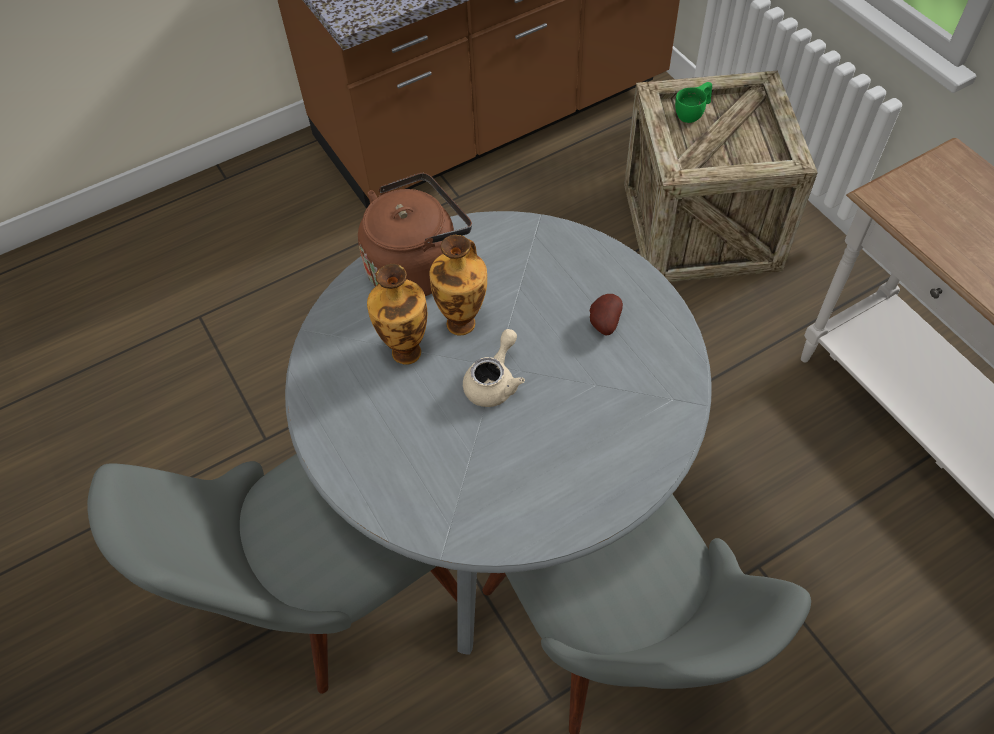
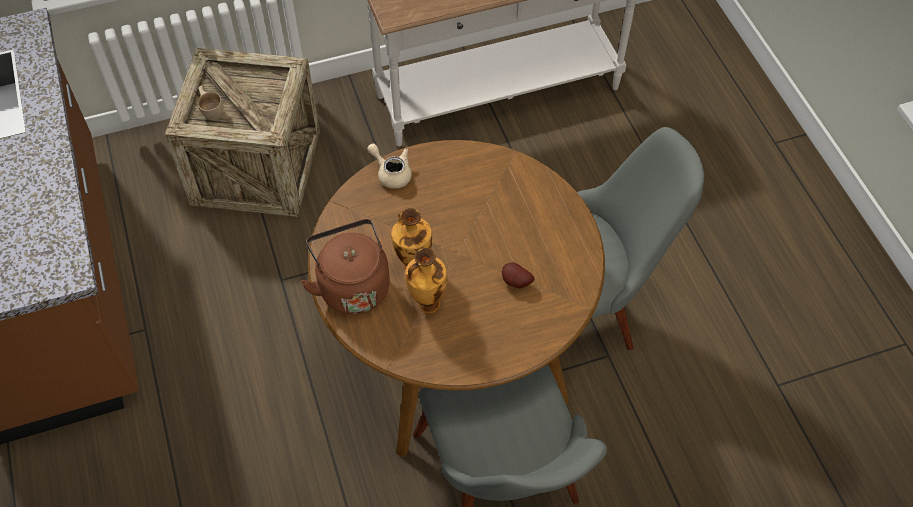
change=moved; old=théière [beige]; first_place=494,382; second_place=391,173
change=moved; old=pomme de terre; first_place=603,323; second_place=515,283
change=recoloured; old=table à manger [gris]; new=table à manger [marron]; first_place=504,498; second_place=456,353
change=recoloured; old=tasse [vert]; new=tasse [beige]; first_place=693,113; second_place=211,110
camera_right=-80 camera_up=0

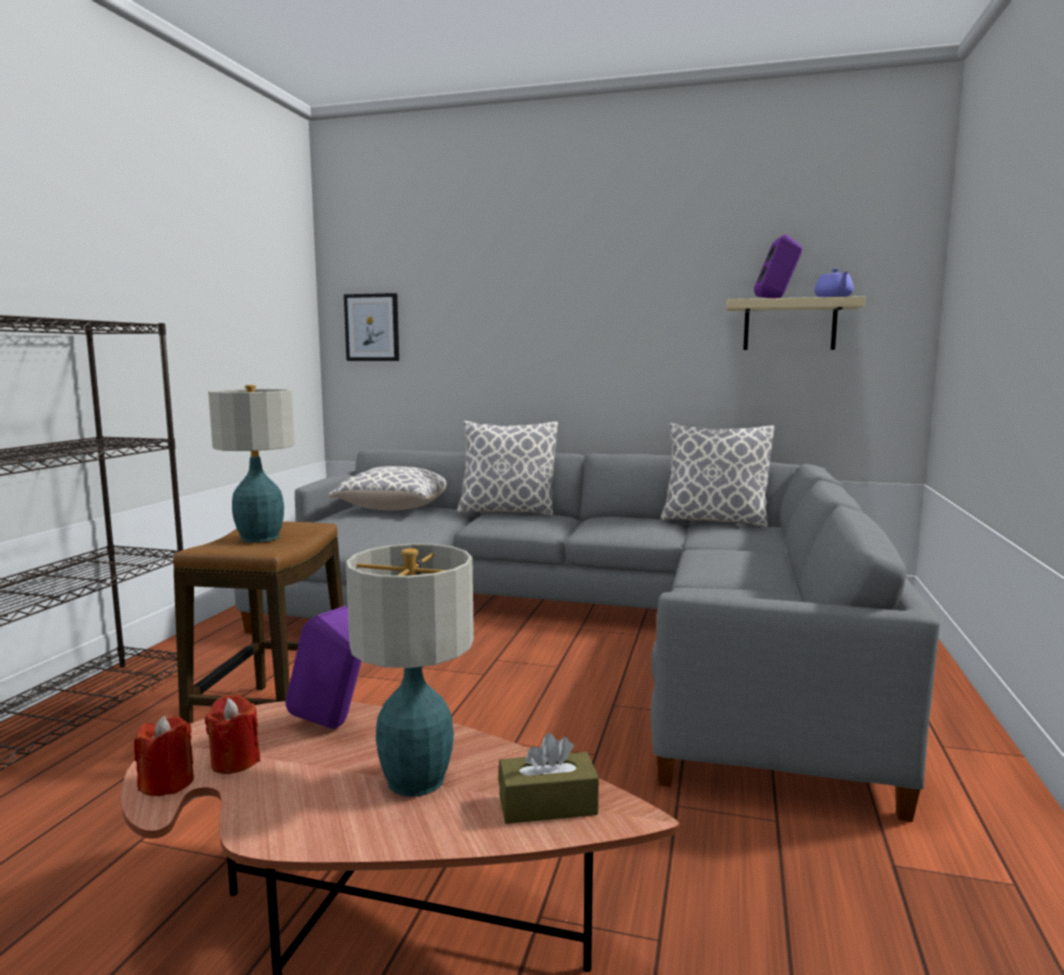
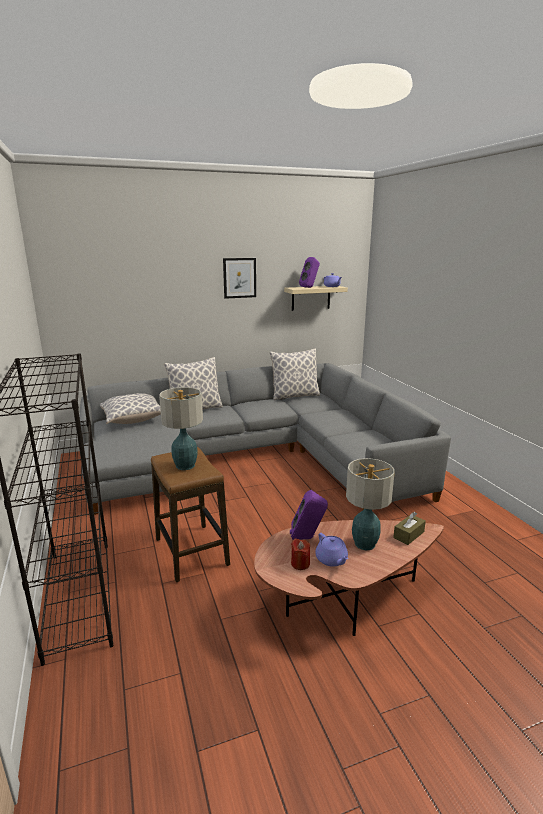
change=removed; old=bougie [rouge]; first_place=167,783
change=added; new=théière [violet]; second_place=331,560
change=moved; old=tableau; first_place=372,327; second_place=239,278
camera_right=-35 camera_up=10

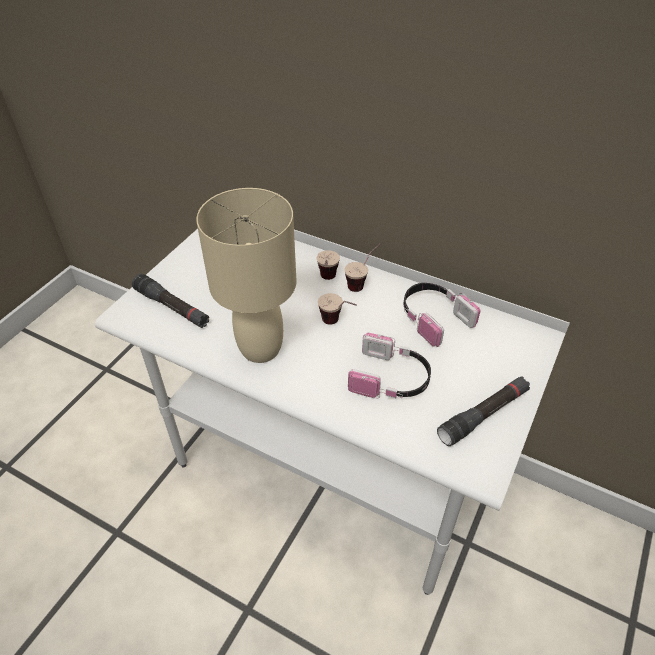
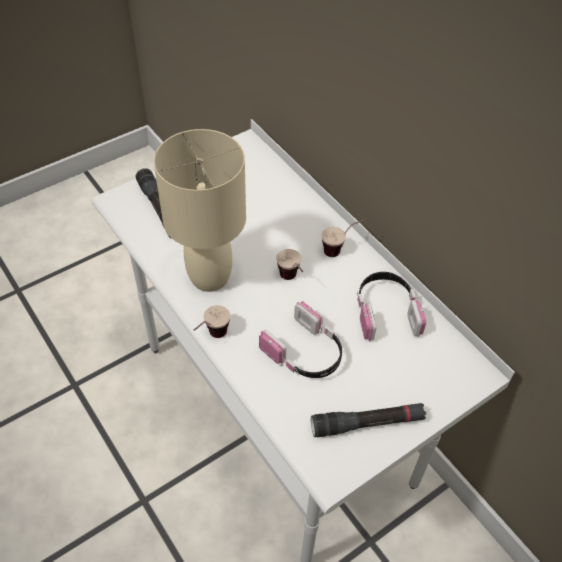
change=moved; old=tasse; first_place=327,281; second_place=211,338
camera_right=25 camera_up=5

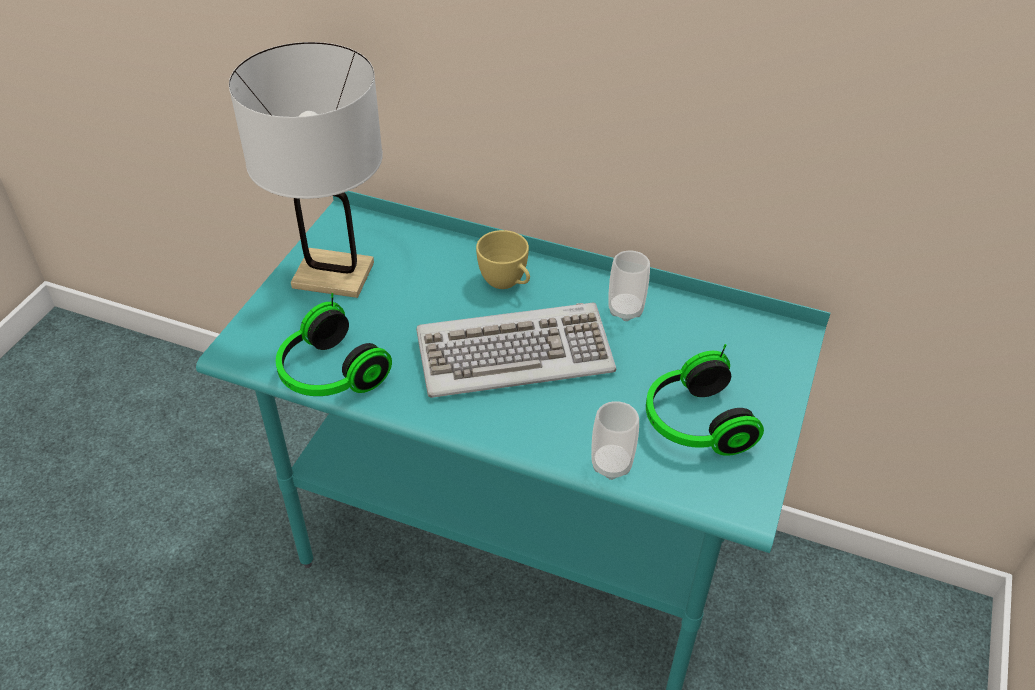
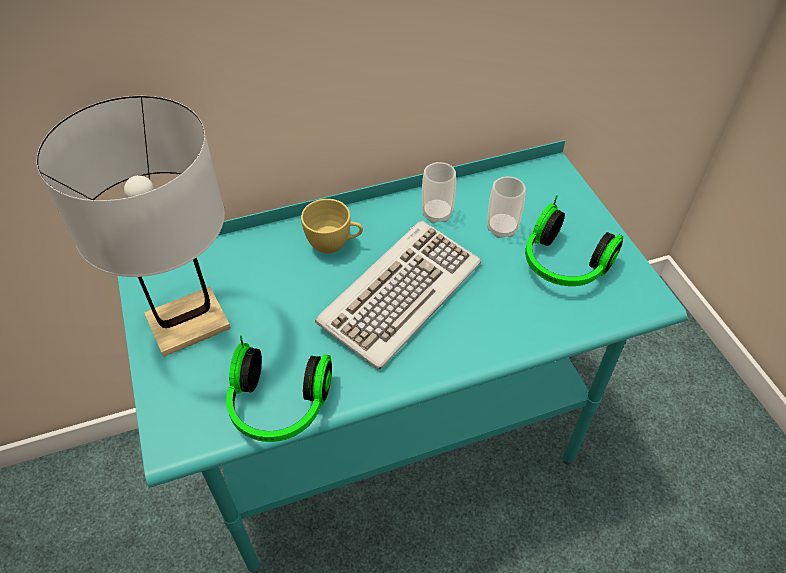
change=moved; old=tasse; first_place=611,465; second_place=502,229
camera_right=-40 camera_up=5

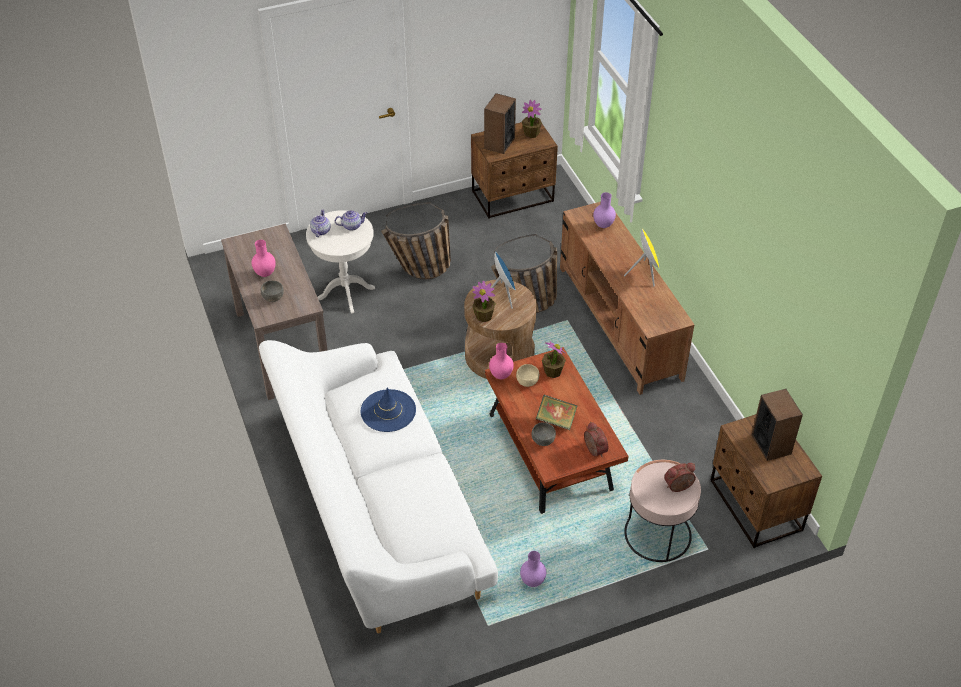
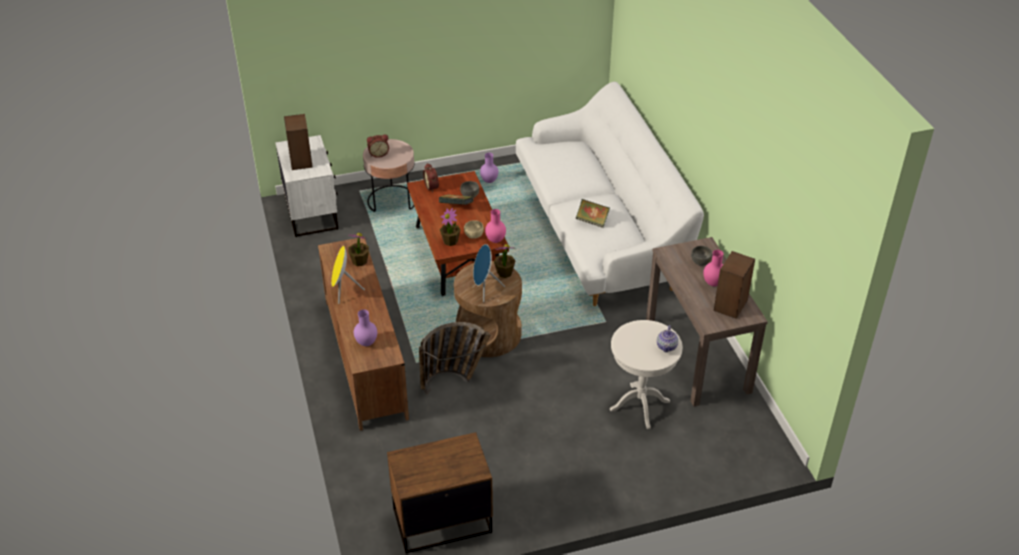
change=removed; old=théière; first_place=351,226
change=removed; old=panier; first_place=419,272
change=moved; old=enceinte; first_place=499,143; second_place=731,305
change=moved; old=plante en pot; first_place=531,133; second_place=359,261
change=replaced; old=chapeau [bleu]; new=livre; first_place=388,411; second_place=592,221
change=recoloured; old=table de chevet [marron]; new=table de chevet [blanc]; first_place=755,506; second_place=312,212
camera_right=-175 camera_up=-5

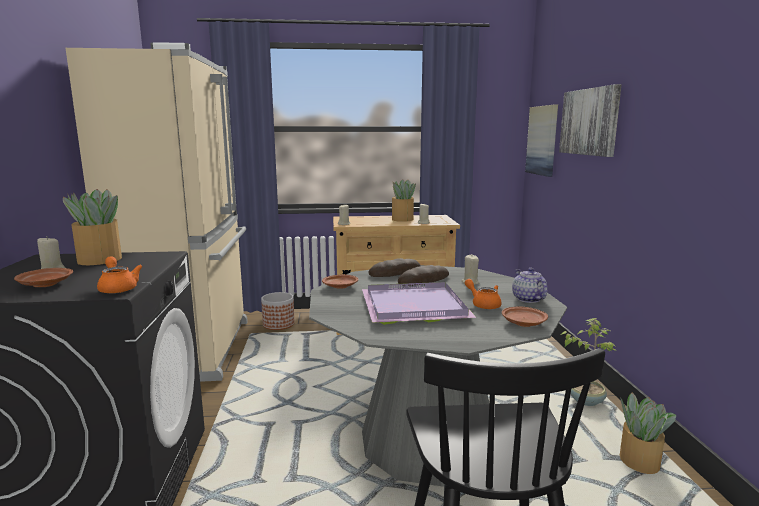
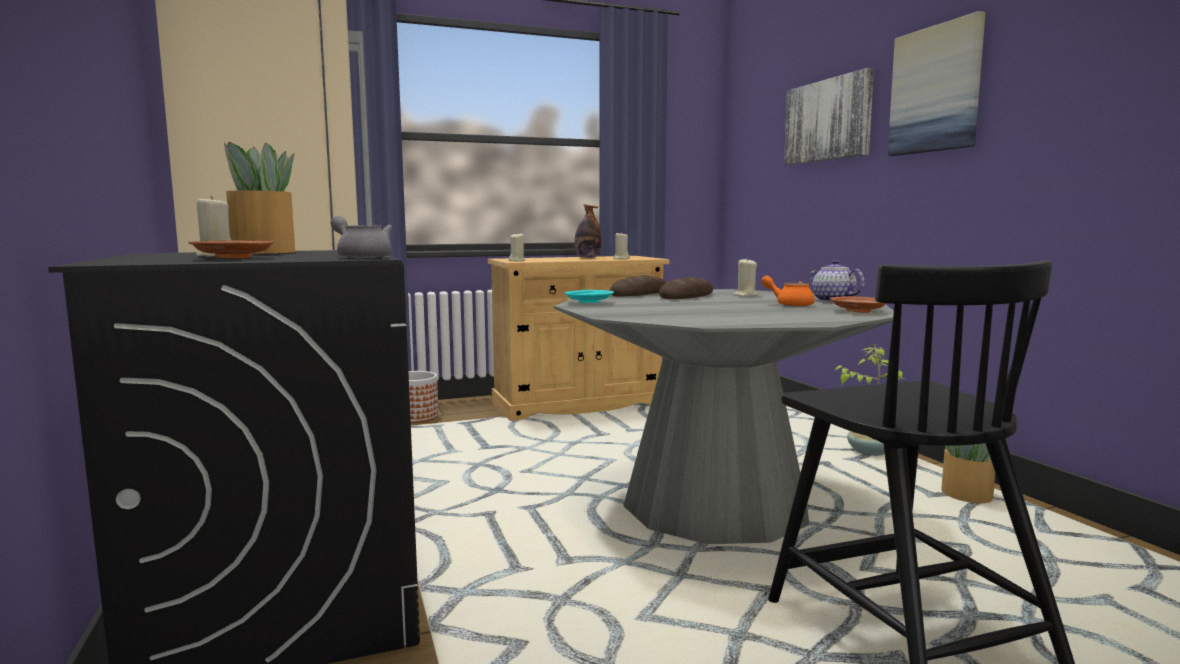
change=removed; old=plateau [violet]; first_place=413,307
change=moved; old=tableau; first_place=542,140; second_place=936,89
change=replaced; old=plante en pot; new=bouteille; first_place=402,219; second_place=587,258
change=recoloured; old=théière [orange]; new=théière [gris]; first_place=118,288; second_place=361,257
change=recoloured; old=assiette [marron]; new=assiette [turquoise]; first_place=340,286; second_place=589,302
camera_right=-15 camera_up=-5

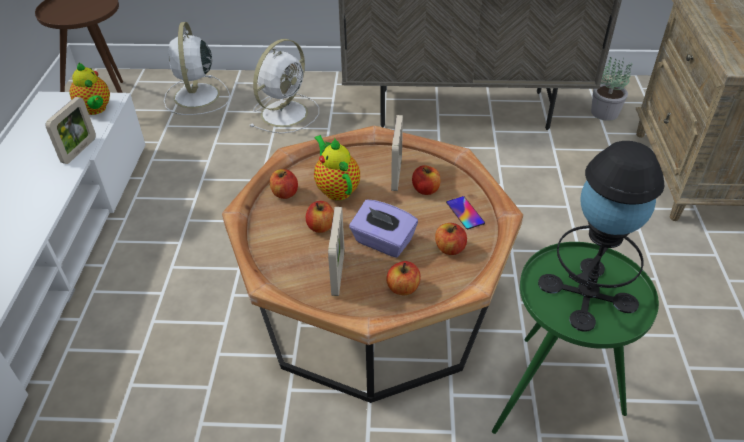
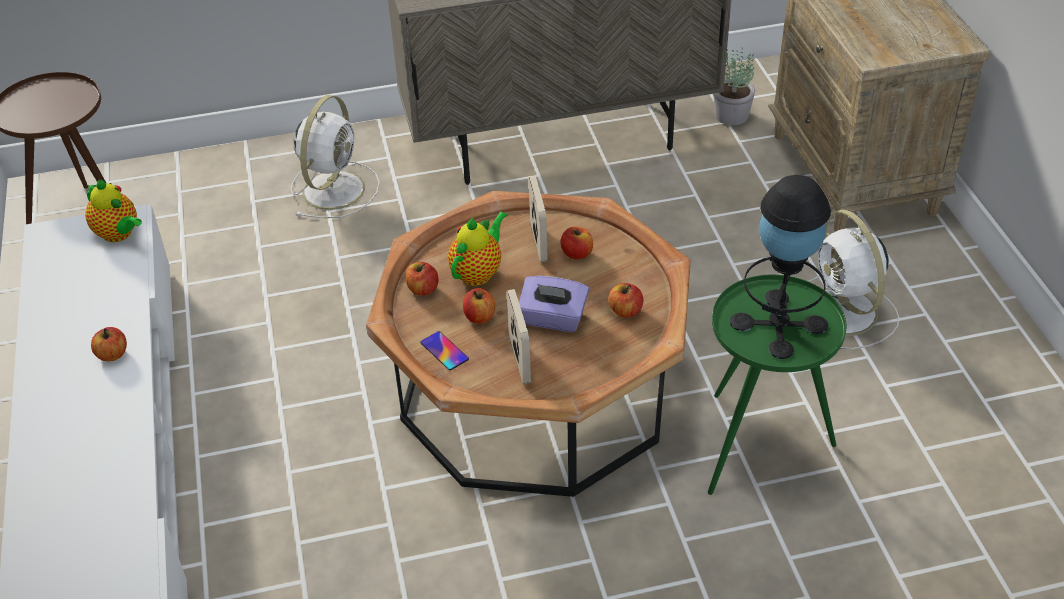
change=removed; old=cadre photo; first_place=79,150
change=moved; old=ventilateur [blanc]; first_place=196,97; second_place=843,314
change=moved; old=pomme; first_place=403,288; second_place=112,354
change=moved; old=téléphone; first_place=465,213; second_place=444,351
change=turned; old=théière; first_place=336,189; second_place=478,272; degrees=75
camera_right=-15 camera_up=0

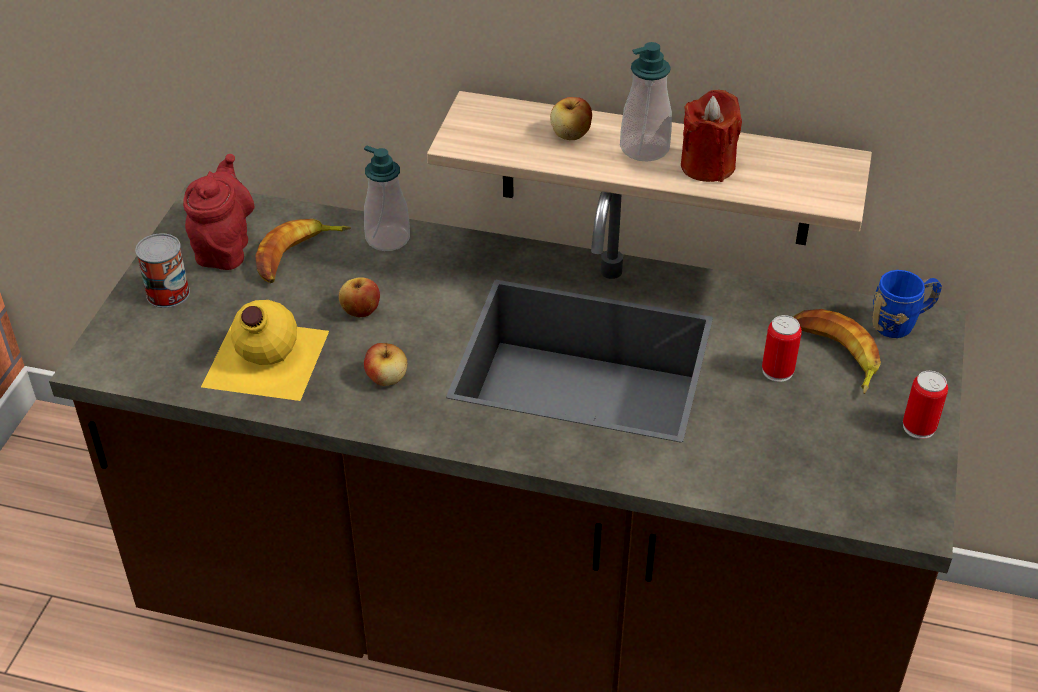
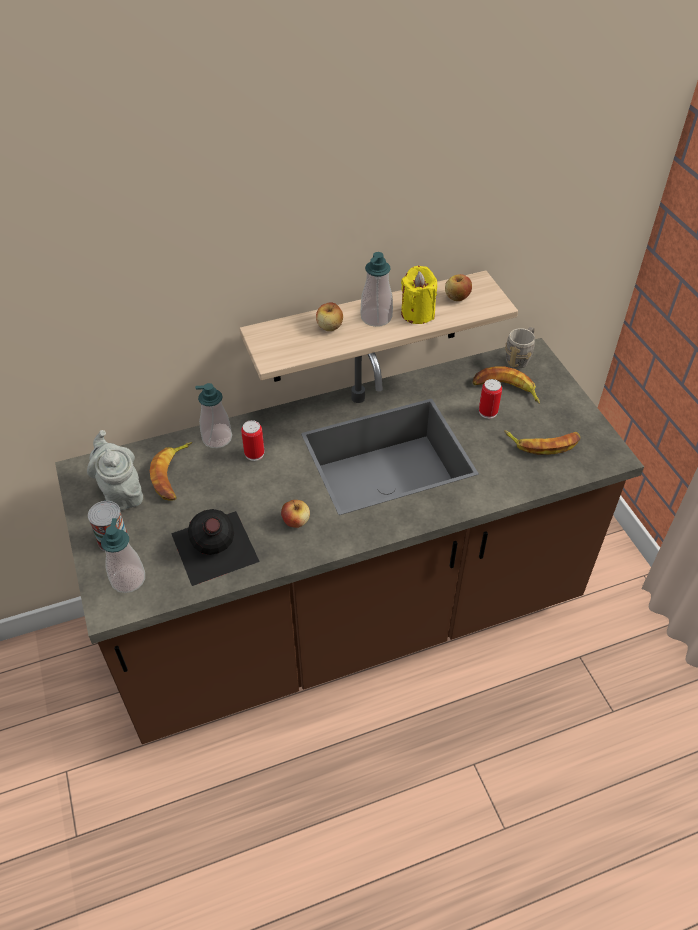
change=added; new=distributeur de savon; second_place=128,579
change=added; new=banane; second_place=543,443
change=moved; old=pomme; first_place=360,311; second_place=457,297
change=moved; old=boîte métallique; first_place=919,427; second_place=254,453
change=recoloured; old=théière [rouge]; new=théière [gris]; first_place=224,248; second_place=121,492
change=recoloured; old=bouteille [jaune]; new=bouteille [noir]; first_place=264,359; second_place=214,548
change=recoloured; old=bougie [rouge]; new=bougie [jaune]; first_place=707,166; second_place=417,313
change=recoloured; old=mug [bleu]; new=mug [gris]; first_place=901,323; second_place=519,358
camera_right=-35 camera_up=5

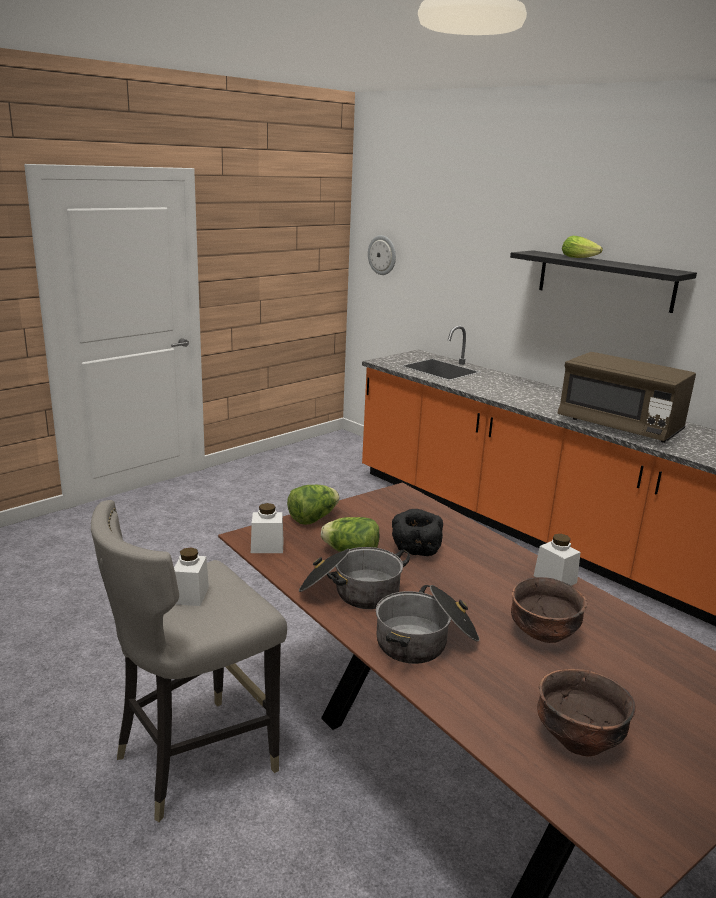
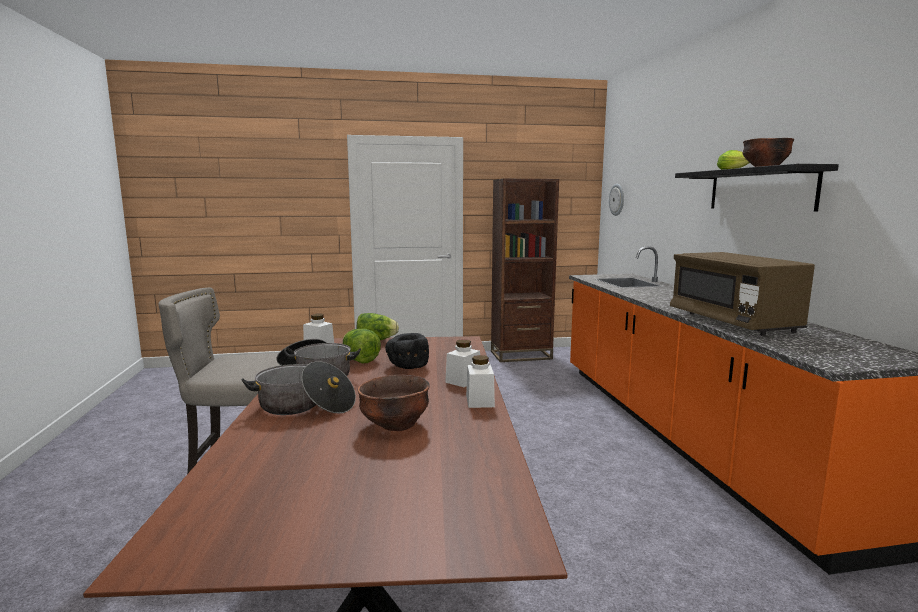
change=added; new=bibliothèque [marron]; second_place=521,355
change=moved; old=bocal [blanc]; first_place=191,595; second_place=463,381
change=moved; old=bol [marron]; first_place=578,740; second_place=764,167
camera_right=35 camera_up=-10

